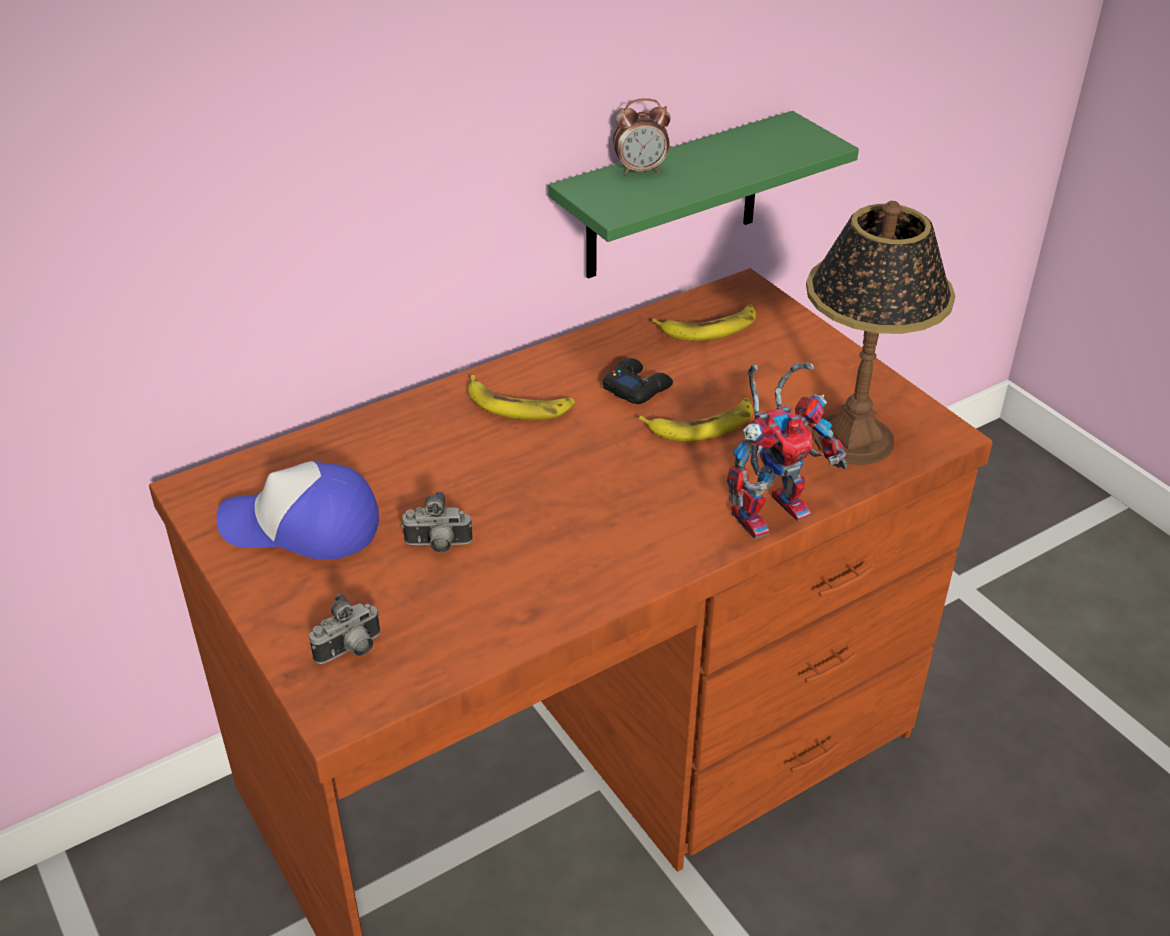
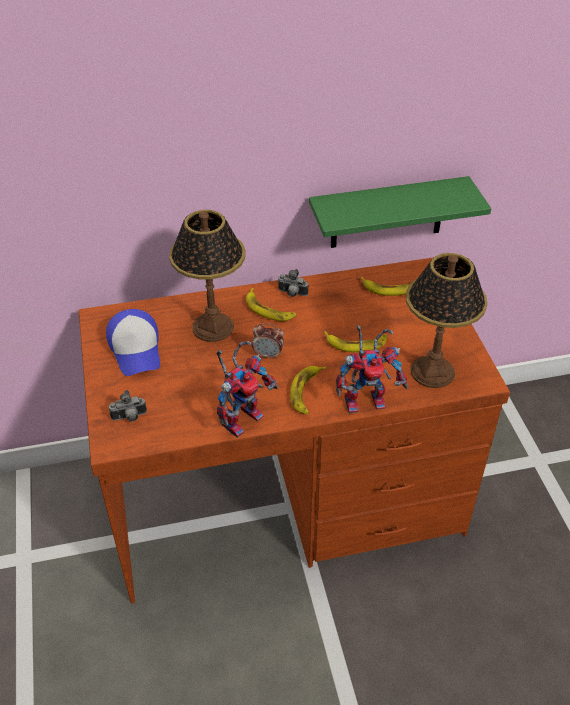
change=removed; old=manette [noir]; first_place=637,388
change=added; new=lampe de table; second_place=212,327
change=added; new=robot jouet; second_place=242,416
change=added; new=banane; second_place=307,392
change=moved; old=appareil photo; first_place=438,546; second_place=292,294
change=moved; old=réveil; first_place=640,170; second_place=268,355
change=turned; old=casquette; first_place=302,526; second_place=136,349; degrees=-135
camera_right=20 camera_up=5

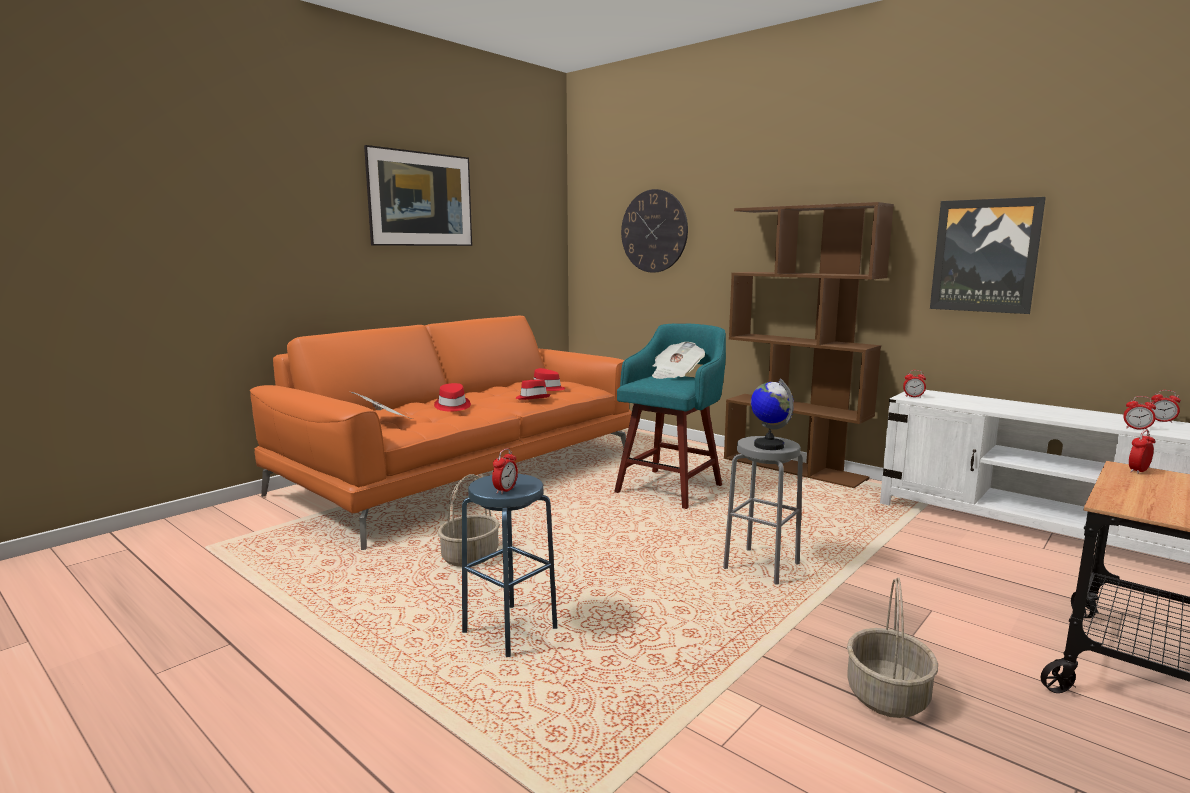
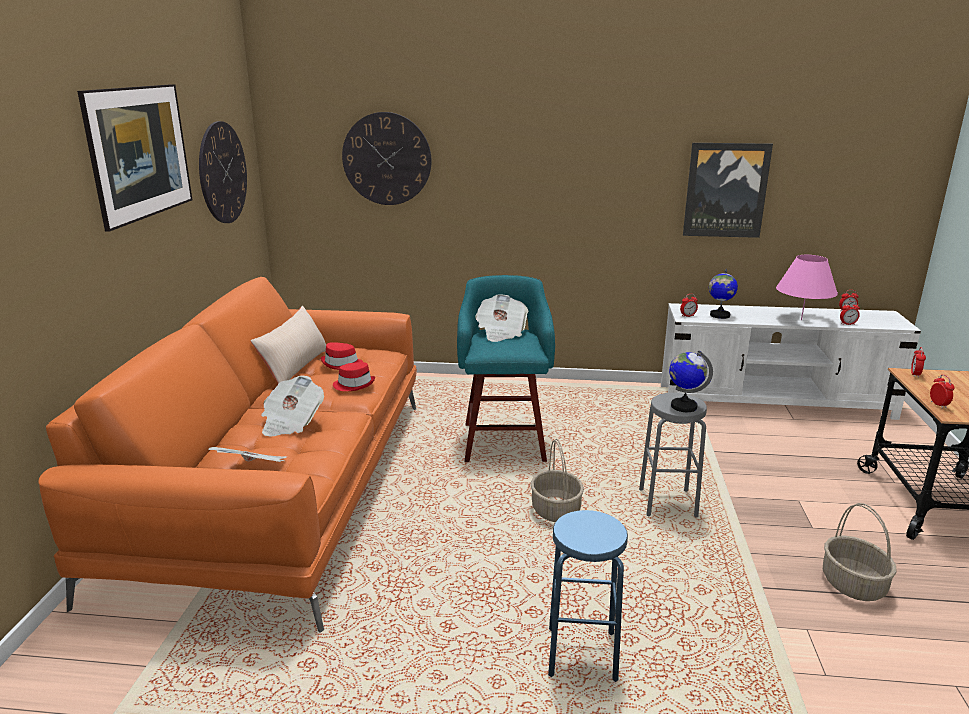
change=removed; old=bibliothèque [marron]; first_place=794,468
change=added; new=horloge murale; second_place=223,173
change=added; new=coussin [beige]; second_place=295,367
change=added; new=globe; second_place=719,315
change=added; new=lampe de table [rose]; second_place=801,319
change=moved; old=panier; first_place=470,557; second_place=556,510
change=moved; old=réveil; first_place=505,490; second_place=938,405
change=replaced; old=chapeau [rouge]; new=journal; first_place=452,406; second_place=291,422
camera_right=-35 camera_up=10

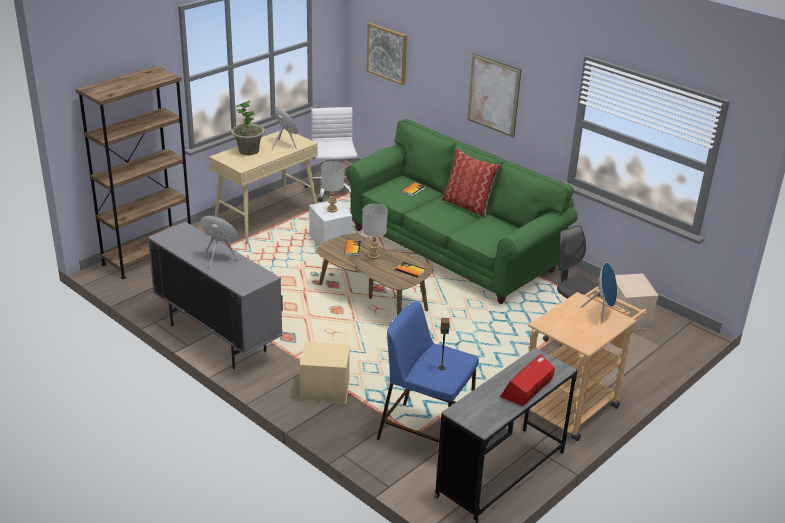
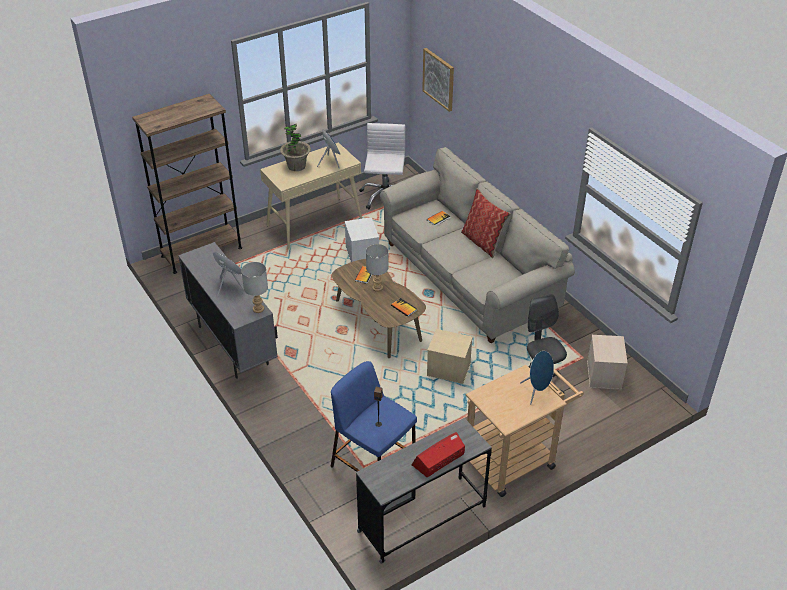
change=removed; old=tableau; first_place=493,95
change=moved; old=boîte de rangement [beige]; first_place=324,390; second_place=448,369
change=moved; old=lampe de table [gris]; first_place=332,209; second_place=259,309
change=recoloured; old=canapé [vert]; new=canapé [beige]; first_place=452,251; second_place=469,278
camera_right=15 camera_up=10

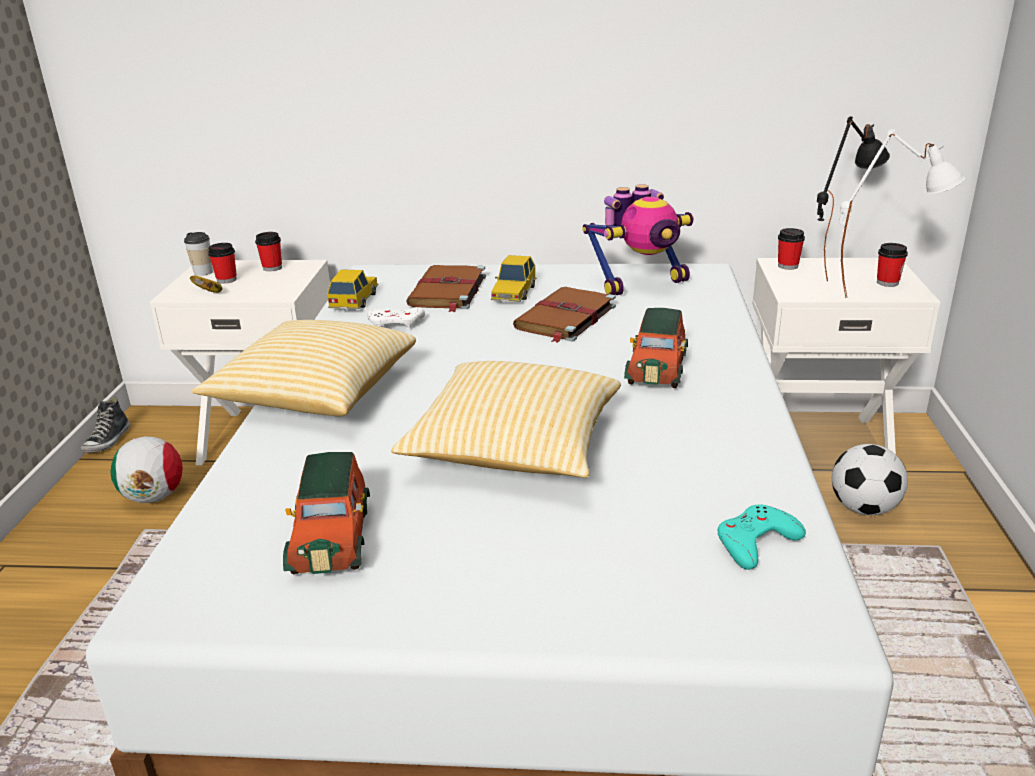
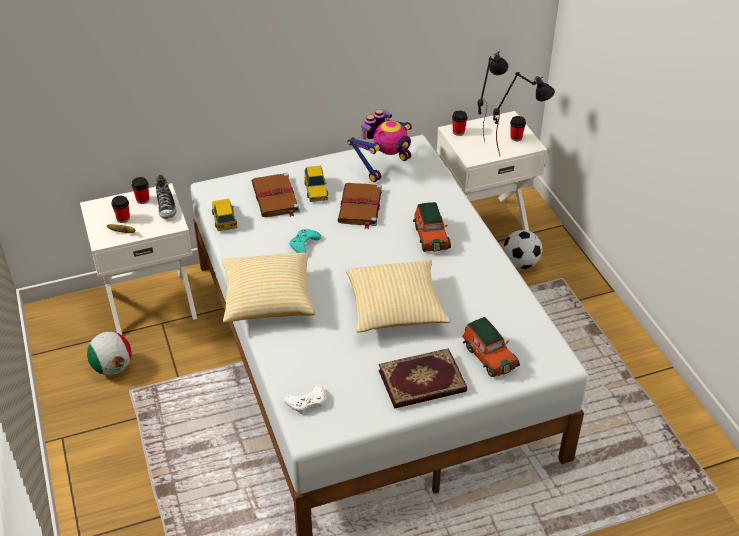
change=removed; old=tasse; first_place=203,272
change=added; new=livre; second_place=422,382
change=moved; old=chaussure; first_place=108,441; second_place=166,207
change=moved; old=petite voiture; first_place=332,536; second_place=488,355
change=moved; old=manette [blanc]; first_place=396,323; second_place=306,402
change=moved; old=manette [turquoise]; first_place=756,542; second_place=304,244
change=recoloured; old=lampe de table [blanc]; new=lampe de table [noir]; first_place=883,295; second_place=517,150
camera_right=-25 camera_up=15

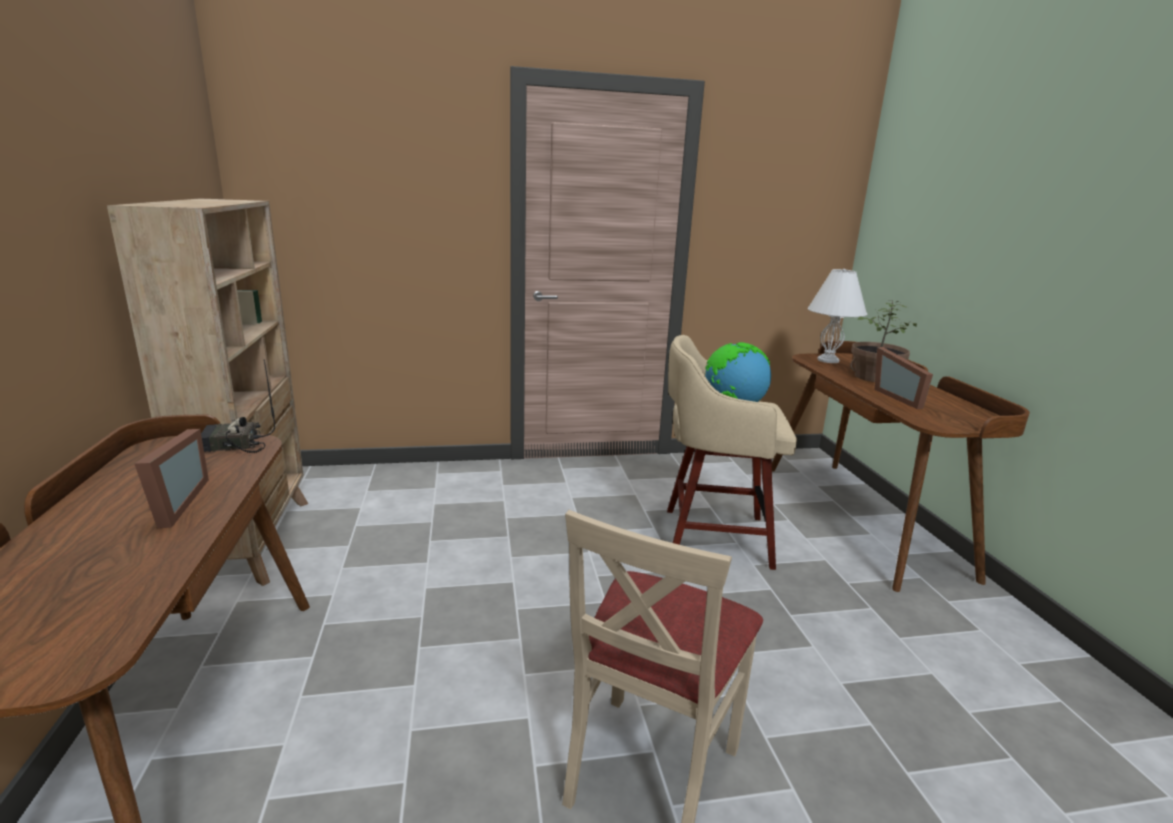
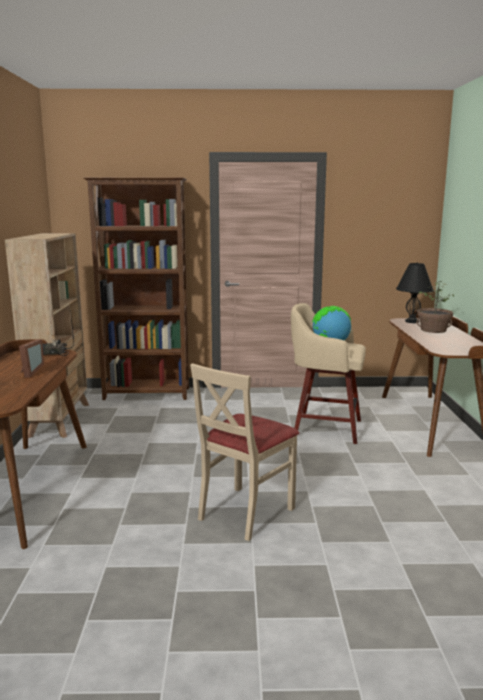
change=removed; old=cadre photo; first_place=900,397
change=added; new=bibliothèque [marron]; second_place=147,394
change=recoloured; old=lampe de table [blanc]; new=lampe de table [noir]; first_place=827,360; second_place=411,321
camera_right=10 camera_up=-5

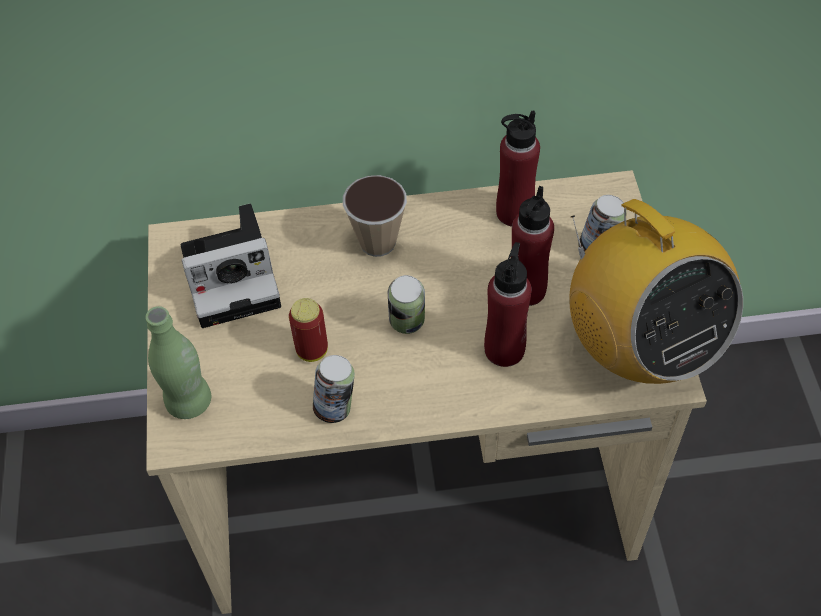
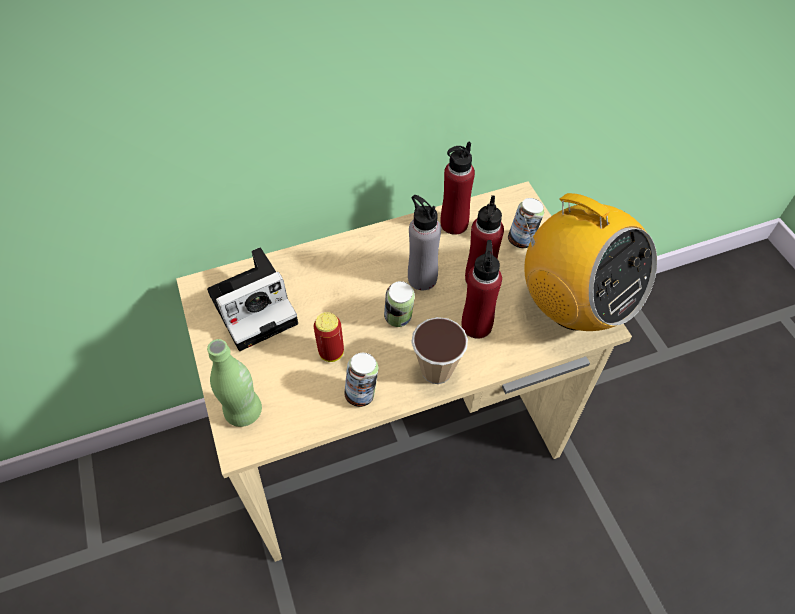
change=added; new=bouteille [gris]; second_place=422,278
change=moved; old=tasse; first_place=377,242; second_place=436,370
camera_right=-15 camera_up=0

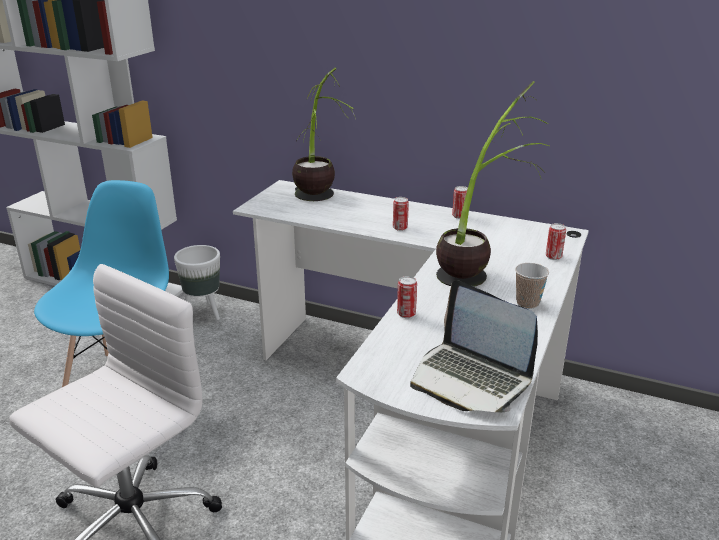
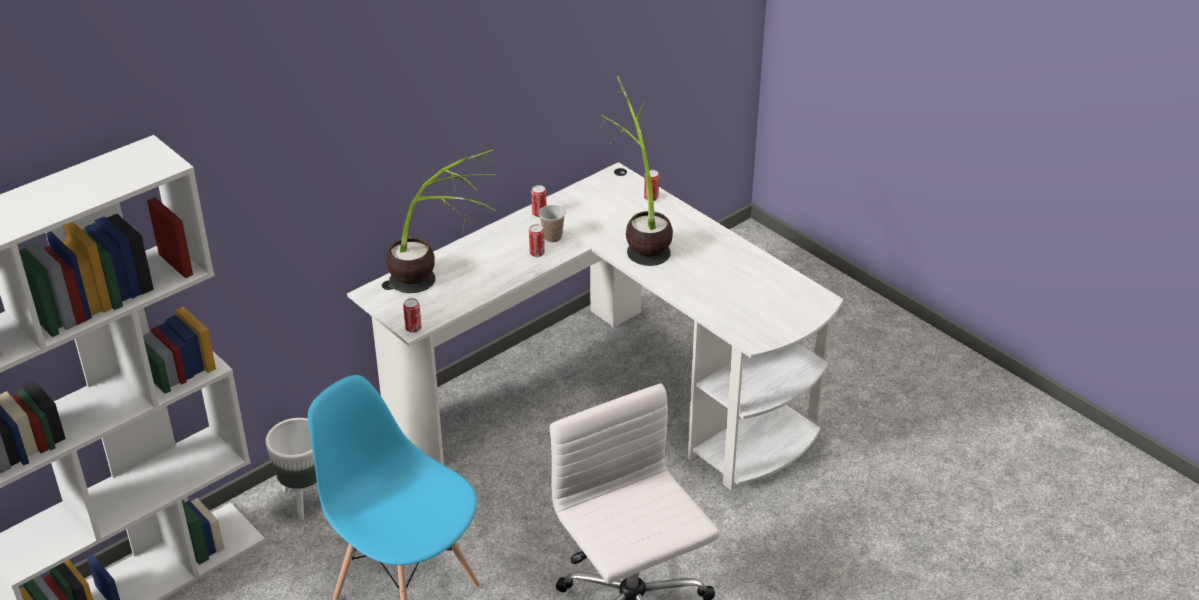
change=removed; old=ordinateur portable; first_place=470,379
change=moved; old=boîte métallique; first_place=406,314; second_place=413,328
change=moved; old=tasse; first_place=527,303; second_place=552,237
camera_right=-65 camera_up=10

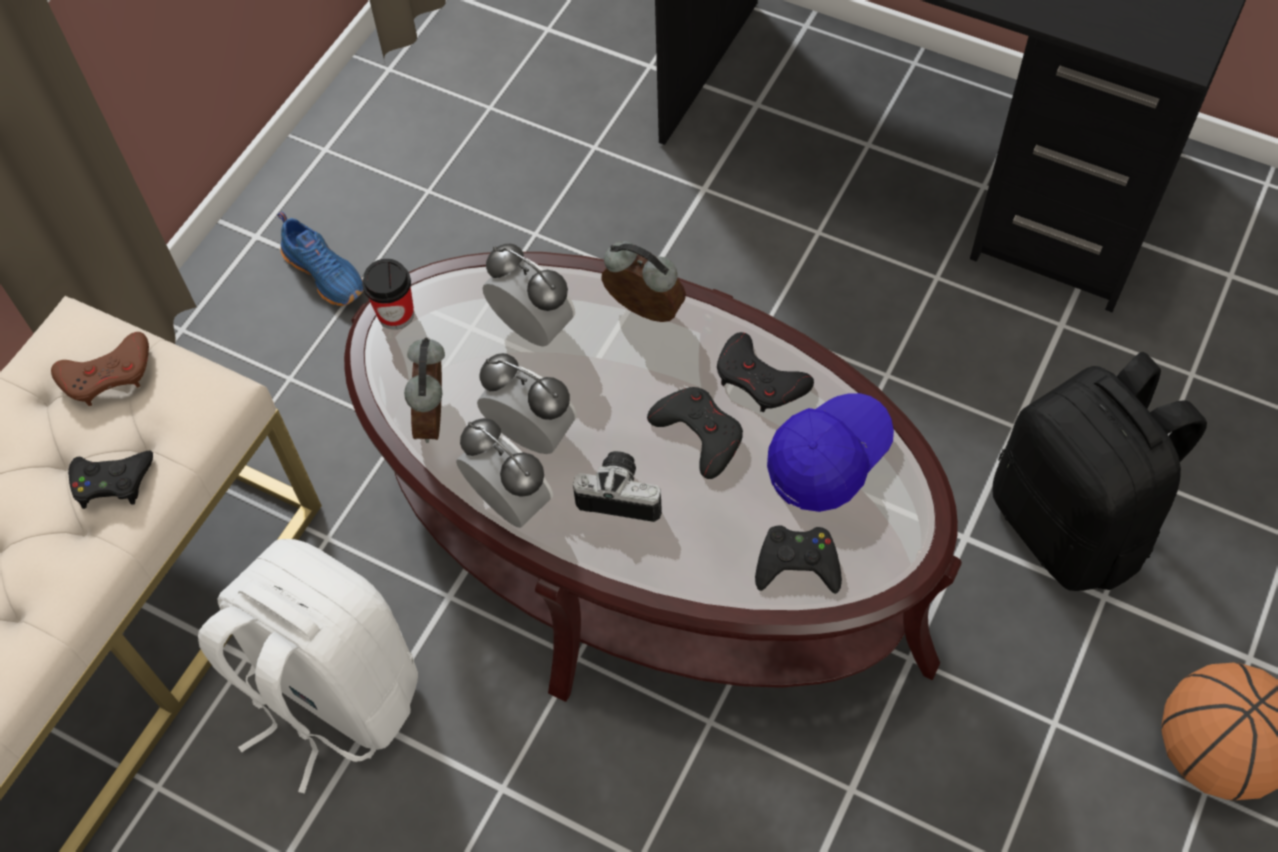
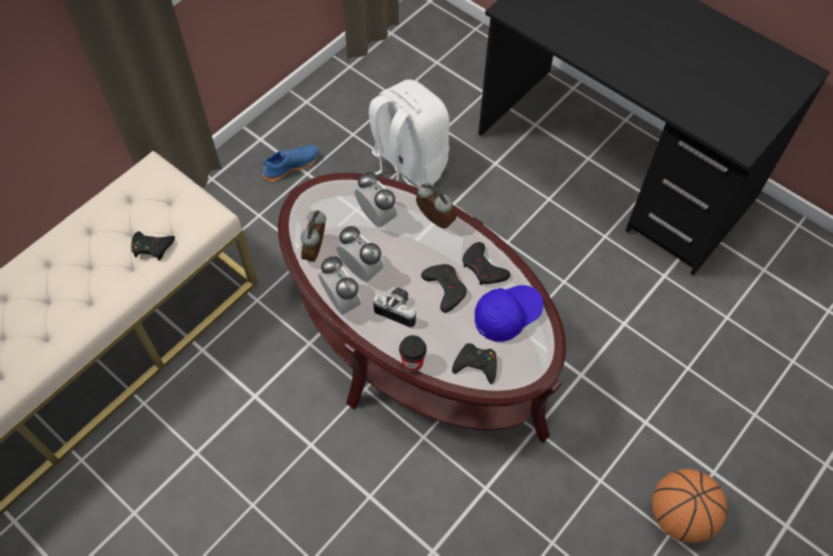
change=removed; old=manette [marron]; first_place=107,374
change=removed; old=sac à dos [noir]; first_place=1072,524
change=moved; old=sac à dos [blanc]; first_place=332,695; second_place=406,166
change=moved; old=tasse; first_place=396,314; second_place=412,362
change=turned; old=chaussure [bleu]; first_place=326,273; second_place=290,165; degrees=-90
camera_right=10 camera_up=0

